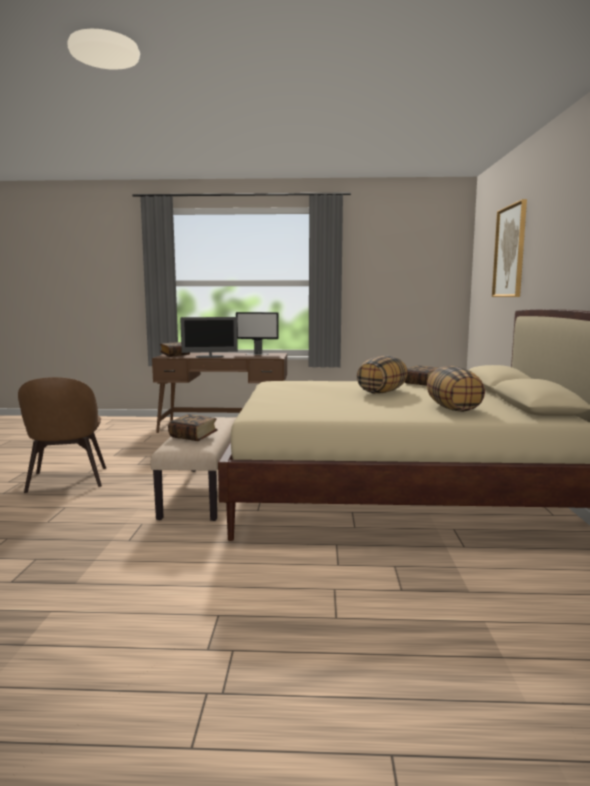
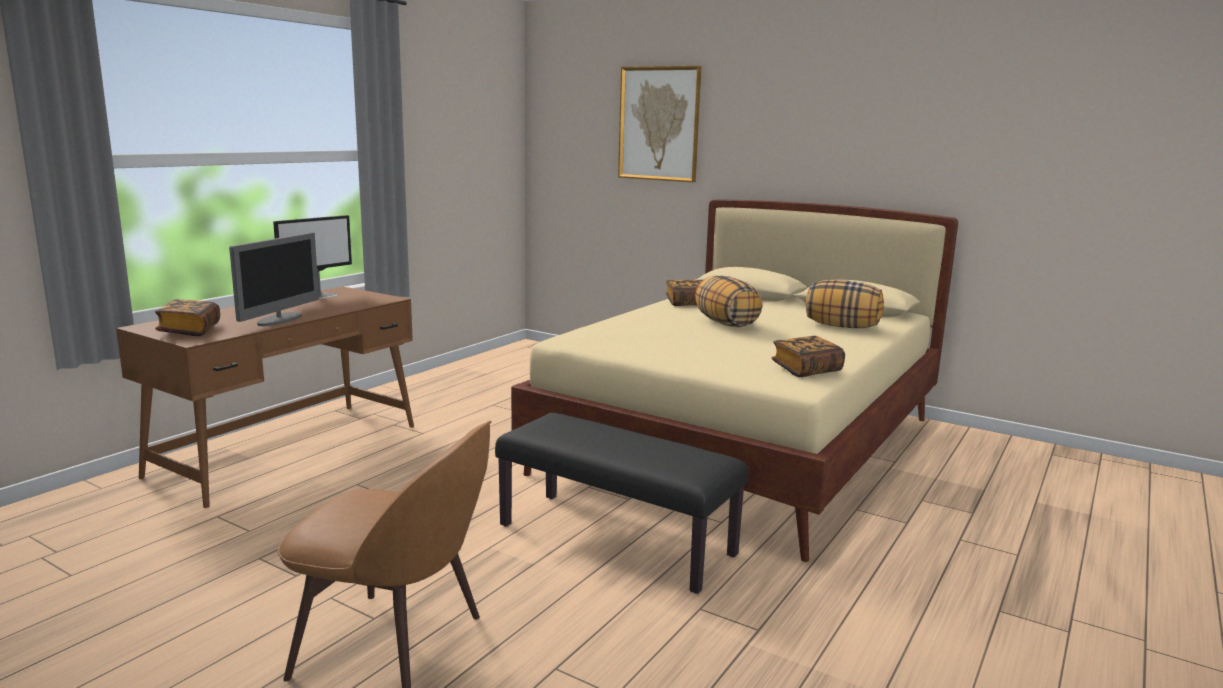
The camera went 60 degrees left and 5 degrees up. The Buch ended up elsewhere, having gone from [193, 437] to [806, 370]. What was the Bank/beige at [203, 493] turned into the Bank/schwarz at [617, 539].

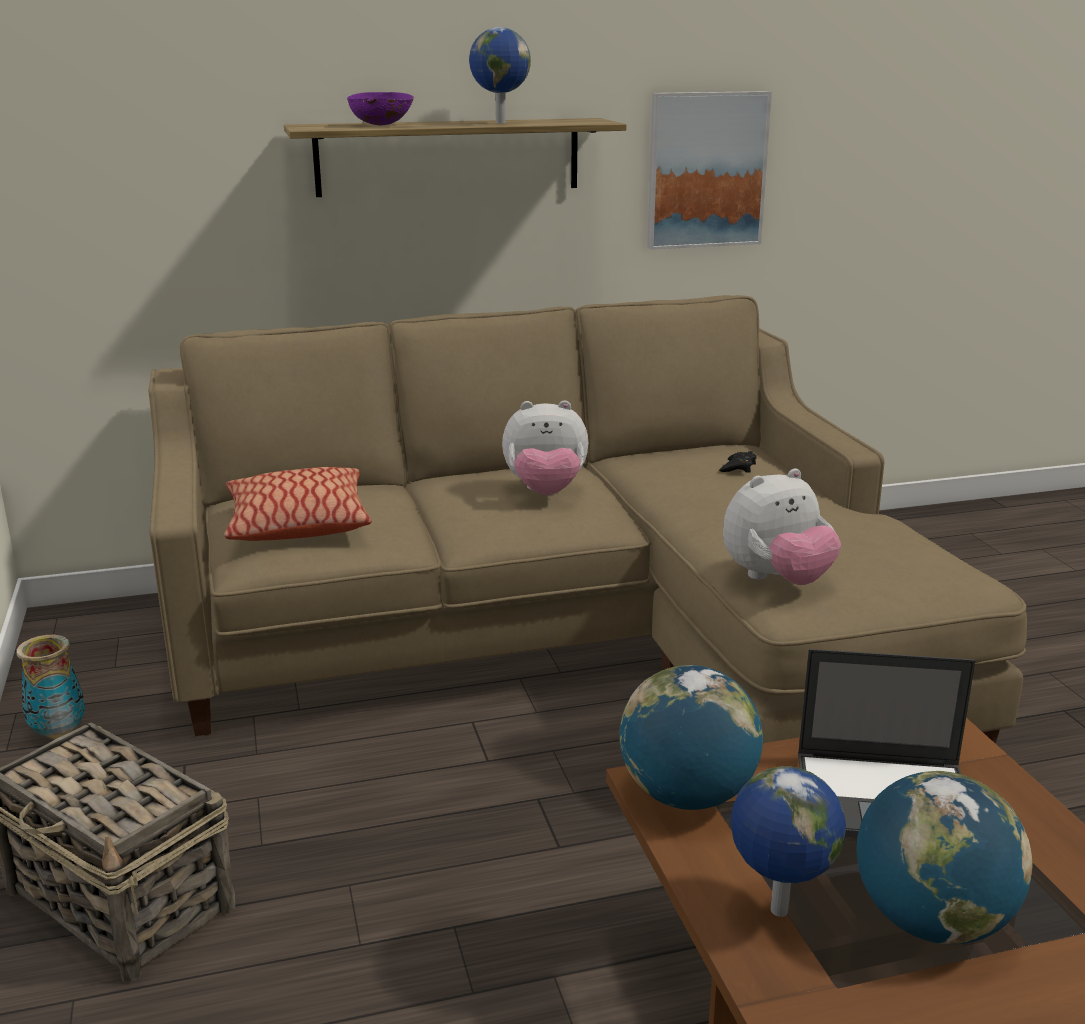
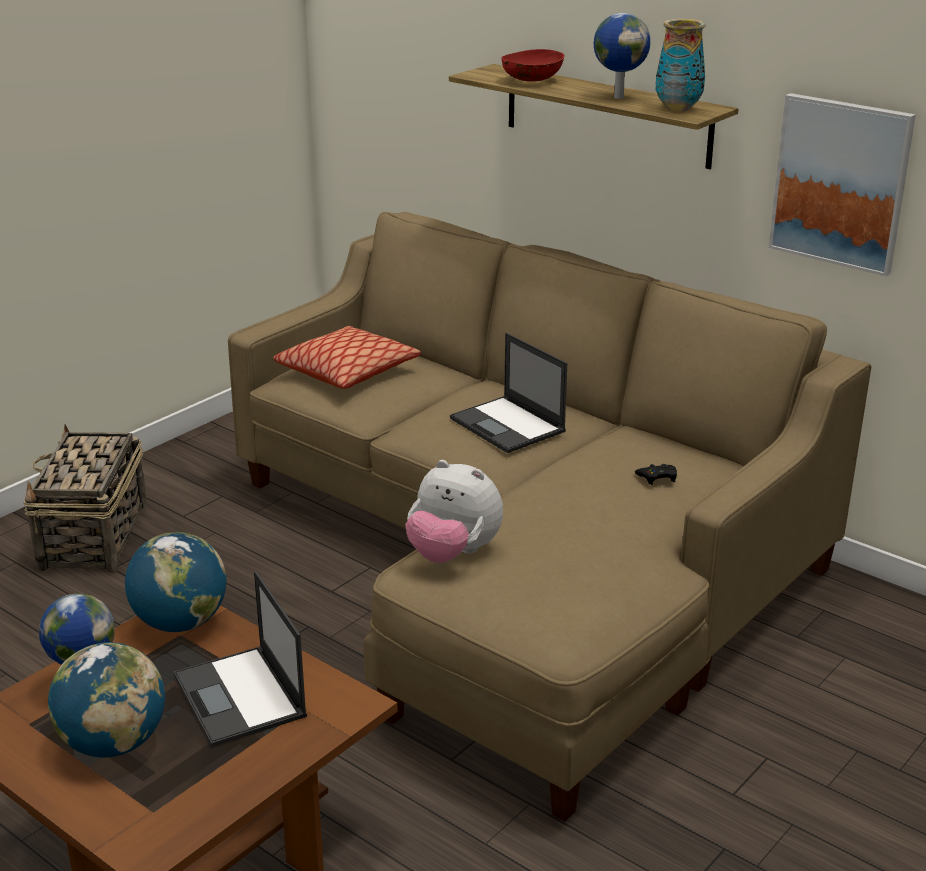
The camera went 55 degrees right and 5 degrees up. What was the Schüssel/lila at [382, 125] turned into the Schüssel/rot at [532, 81]. Where the Plüschtier stood at [545, 492], the Laptop came to stand at [508, 425]. The Vase ended up elsewhere, having gone from [58, 732] to [677, 109].

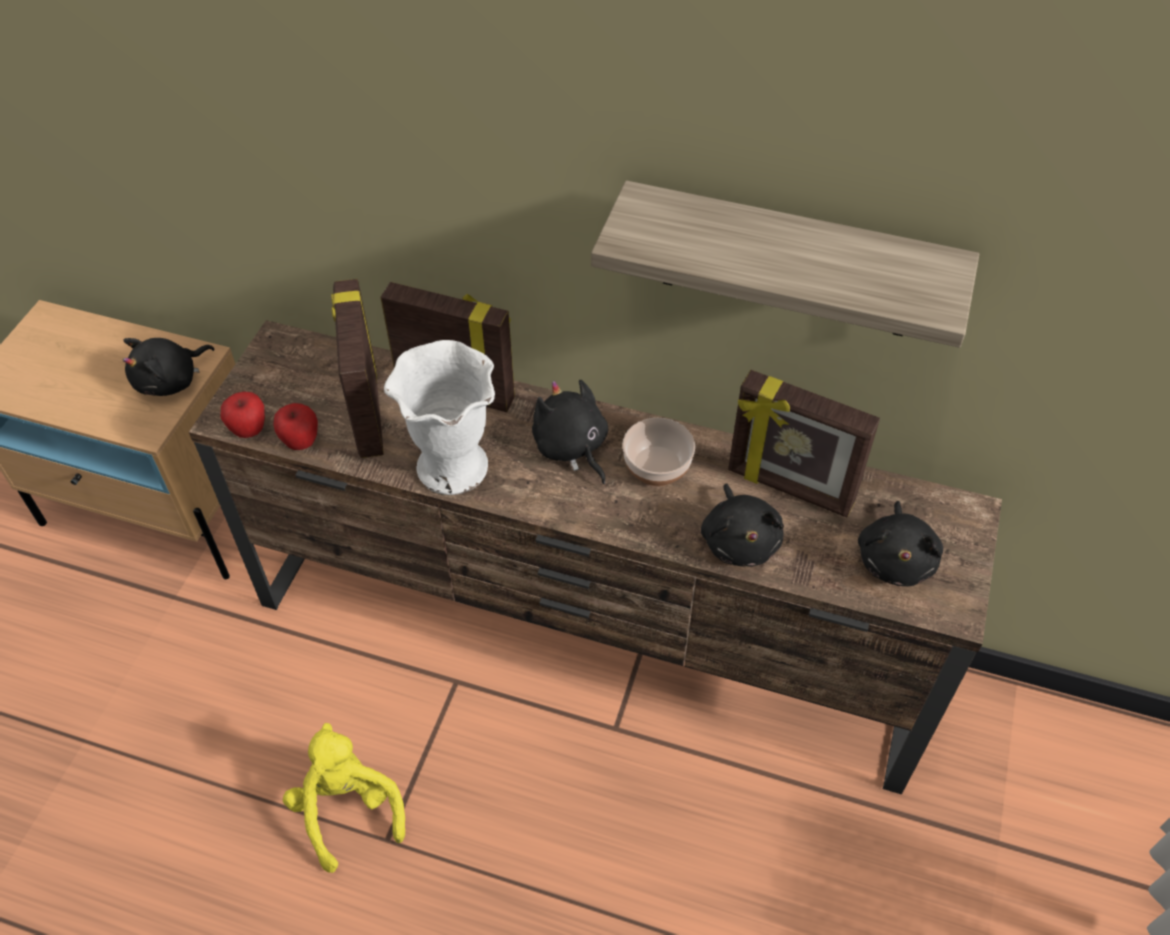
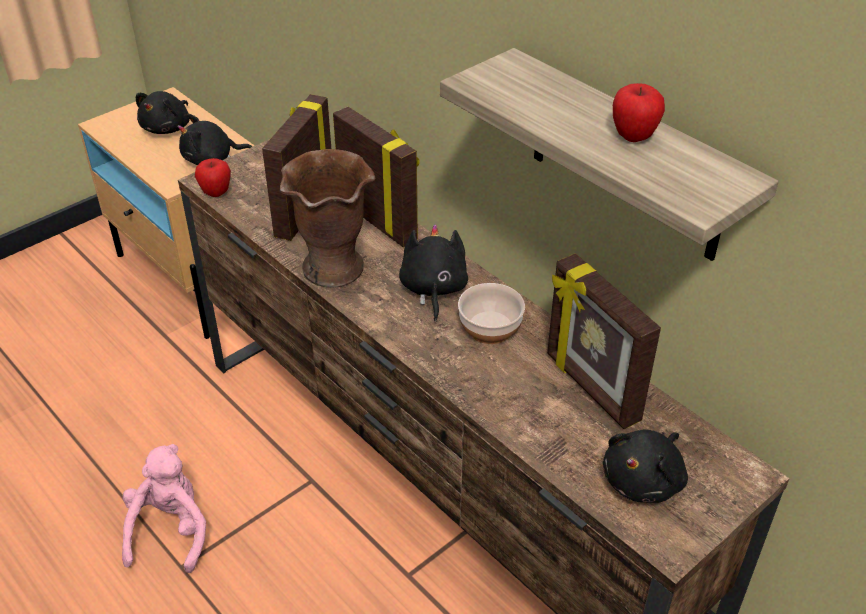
The camera went 30 degrees right and 10 degrees down. What was the Vase/weiß at [453, 468] turned into the Vase/braun at [333, 268]. The Apfel ended up elsewhere, having gone from [301, 442] to [634, 136]. The Plüschtier/schwarz ended up elsewhere, having gone from [740, 541] to [168, 128]. What was the Plüschtier/gelb at [347, 809] turned into the Plüschtier/rosa at [170, 531].

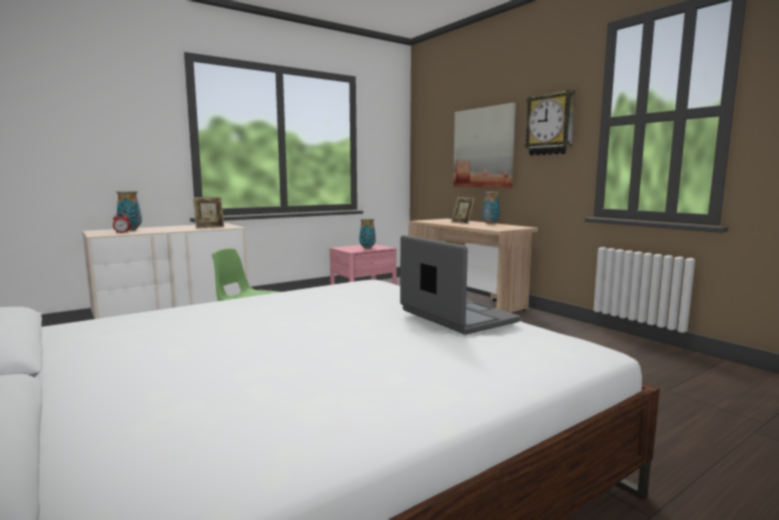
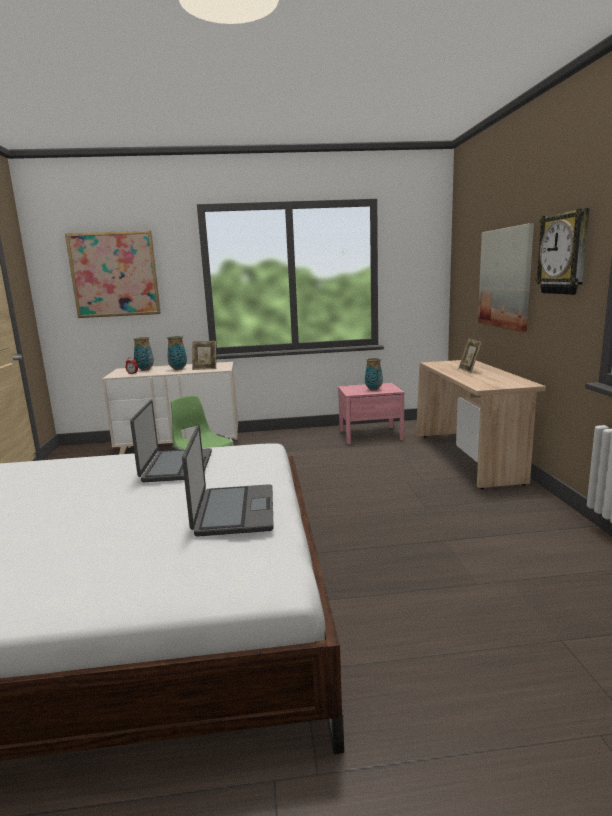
The camera went 30 degrees right and 5 degrees up. The Vase ended up elsewhere, having gone from [490, 223] to [178, 369]. The second view gained the Bild at [114, 274]. The second view gained the Laptop at [176, 466].

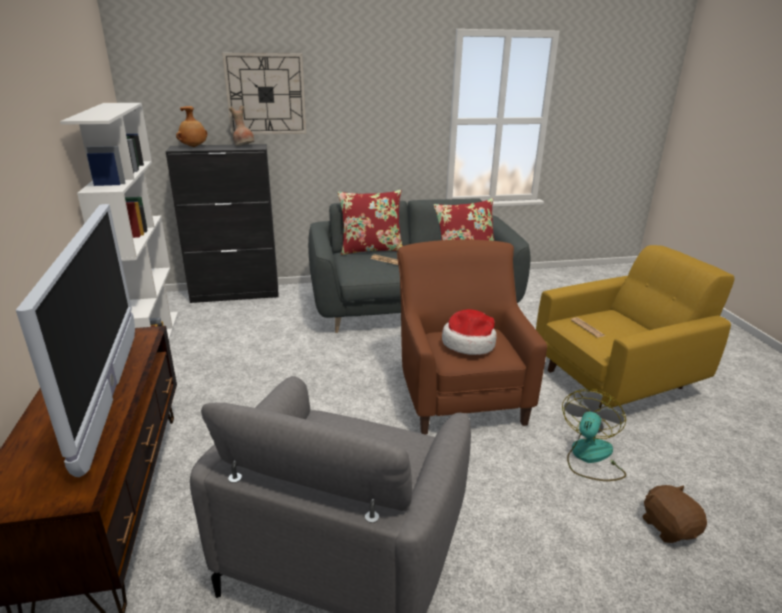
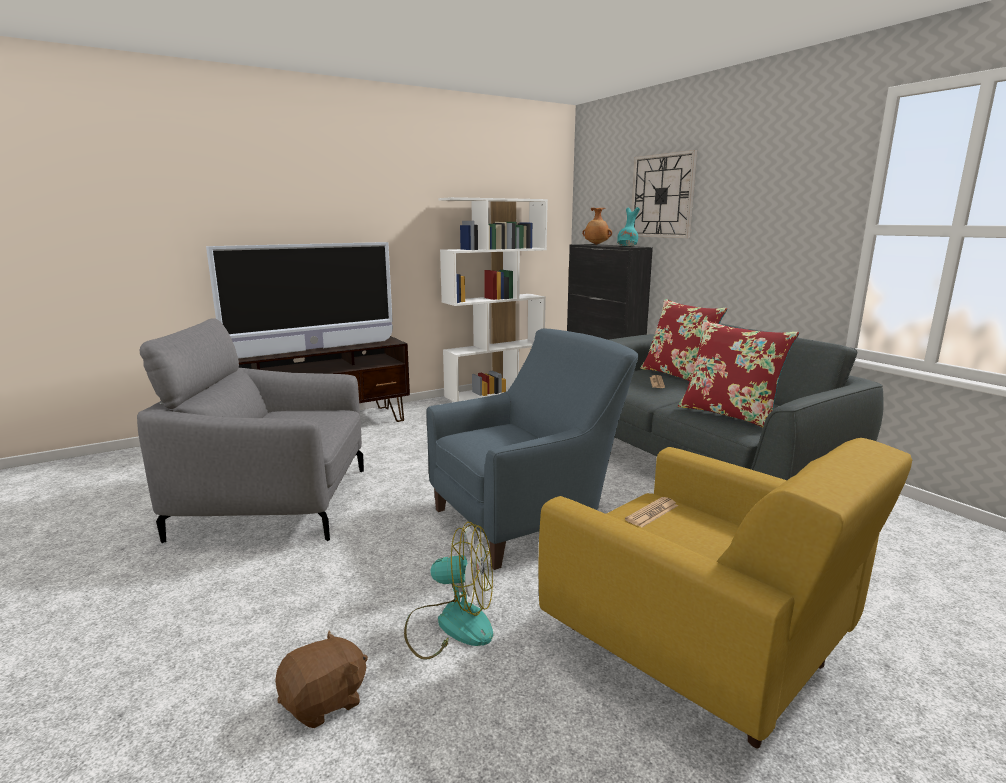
The camera went 70 degrees right and 10 degrees down. What was the Vase/braun at [244, 146] turned into the Vase/türkis at [628, 246]. What was the Sessel/braun at [458, 392] turned into the Sessel/blau at [530, 518]. The second view lost the Hut at [469, 343].

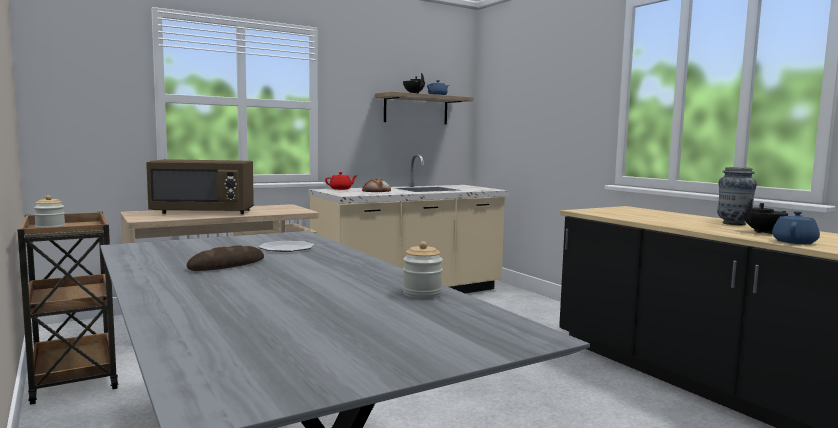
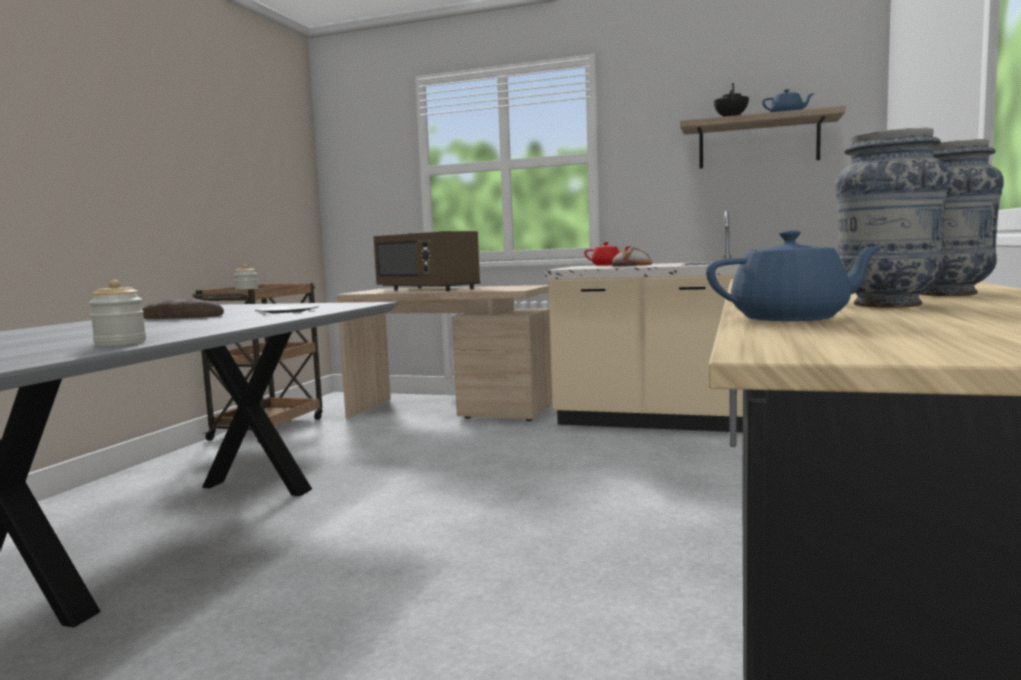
The camera went 50 degrees right and 0 degrees up. Where the Teekanne/schwarz stood at [764, 232], the Vase came to stand at [886, 305].

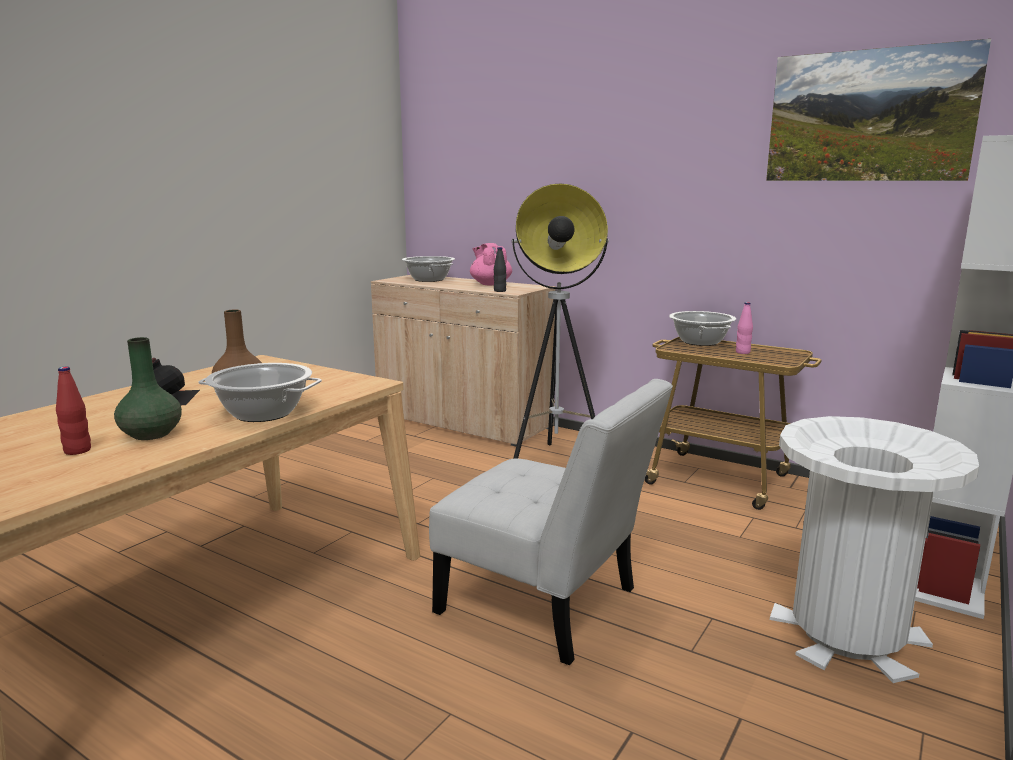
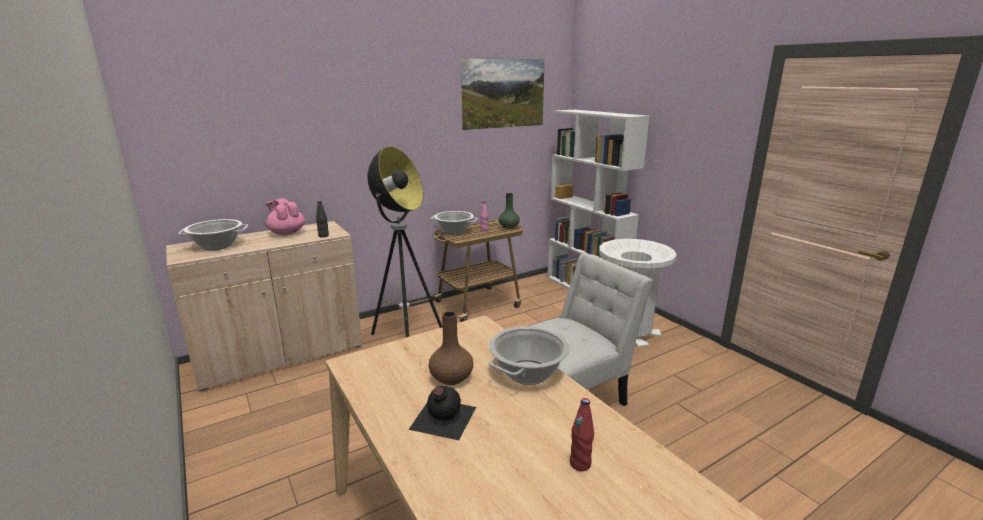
The camera went 65 degrees left and 5 degrees up. The Teekanne/rosa at [490, 284] ended up facing another way, 45 degrees clockwise from before. The Vase/grün ended up elsewhere, having gone from [151, 434] to [508, 227].

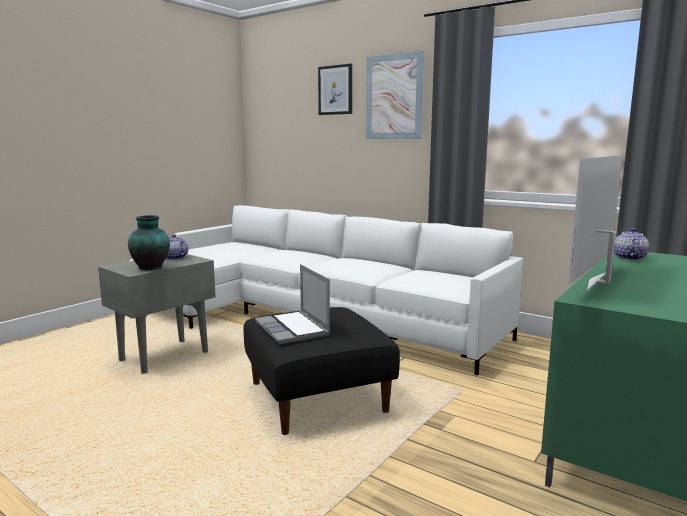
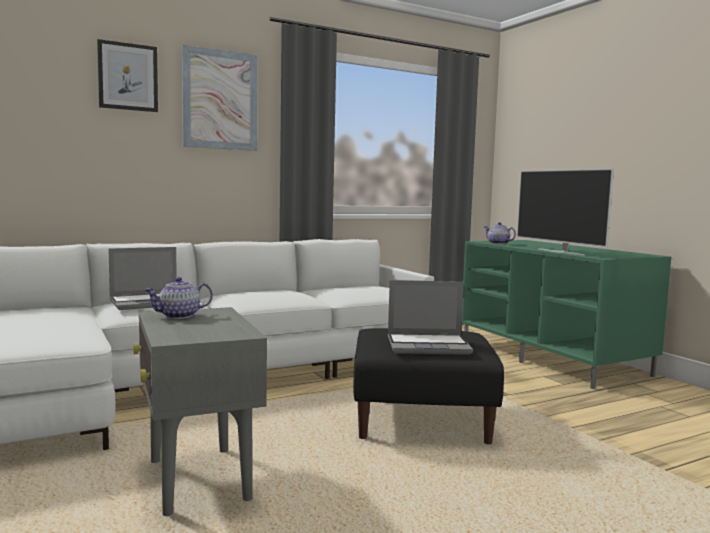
The camera went 65 degrees left and 5 degrees down. The second view lost the Vase at [151, 267]. The second view gained the Laptop at [149, 303].

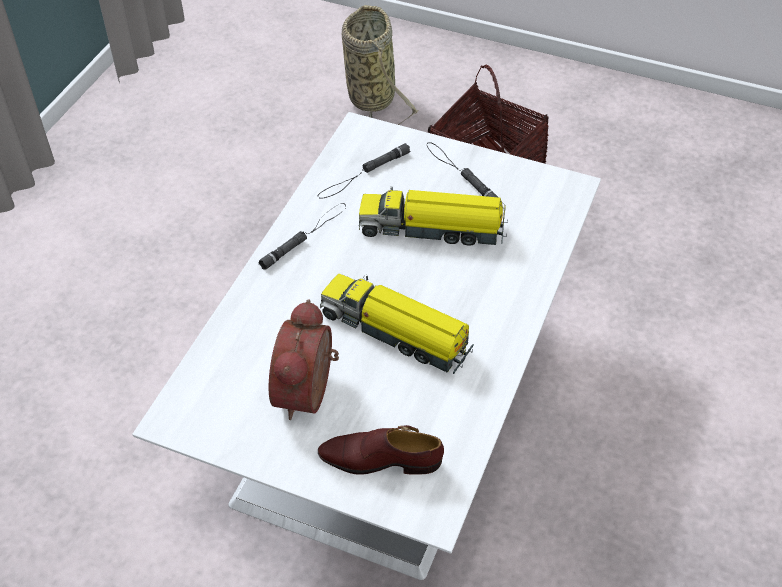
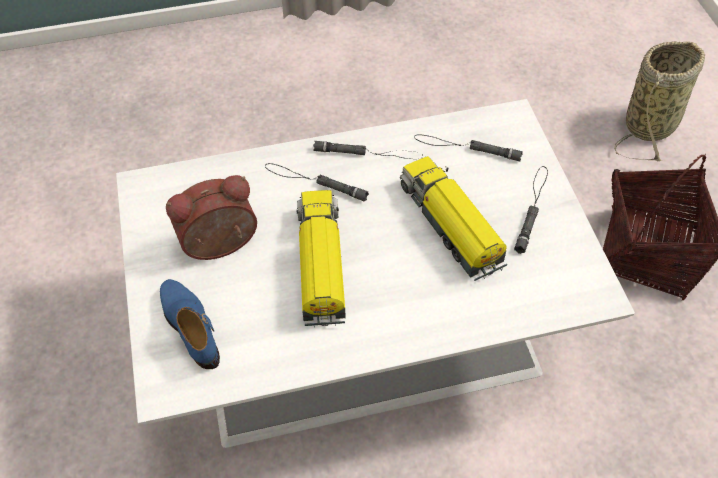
The camera went 55 degrees right and 5 degrees up. What was the Schuh/braun at [380, 459] turned into the Schuh/blau at [191, 326]. The second view gained the Taschenlampe/schwarz at [315, 182].

